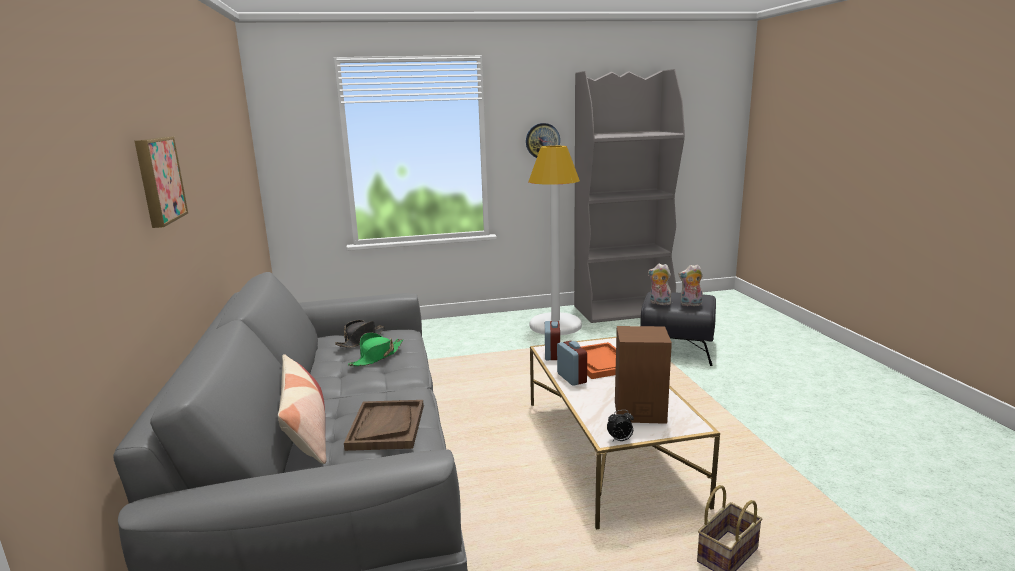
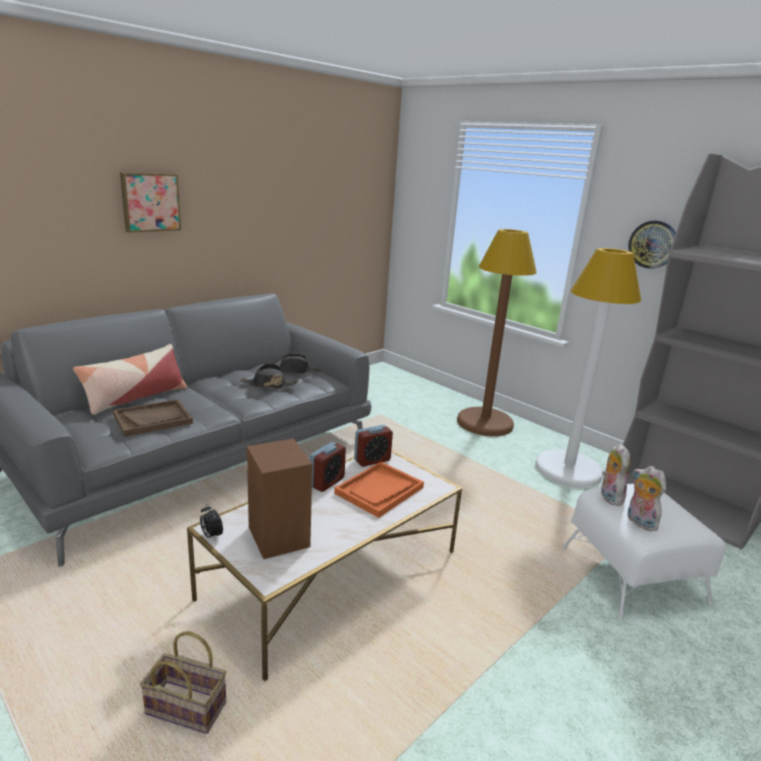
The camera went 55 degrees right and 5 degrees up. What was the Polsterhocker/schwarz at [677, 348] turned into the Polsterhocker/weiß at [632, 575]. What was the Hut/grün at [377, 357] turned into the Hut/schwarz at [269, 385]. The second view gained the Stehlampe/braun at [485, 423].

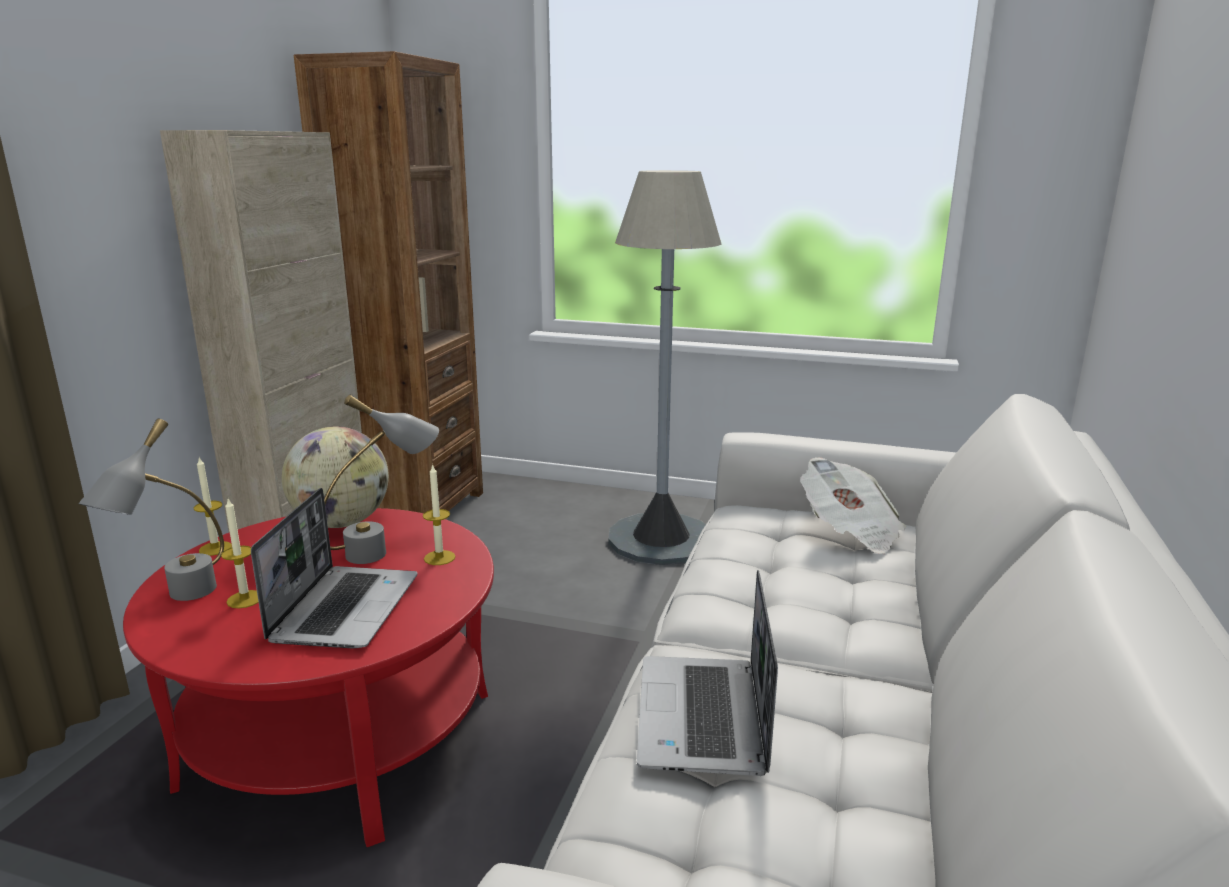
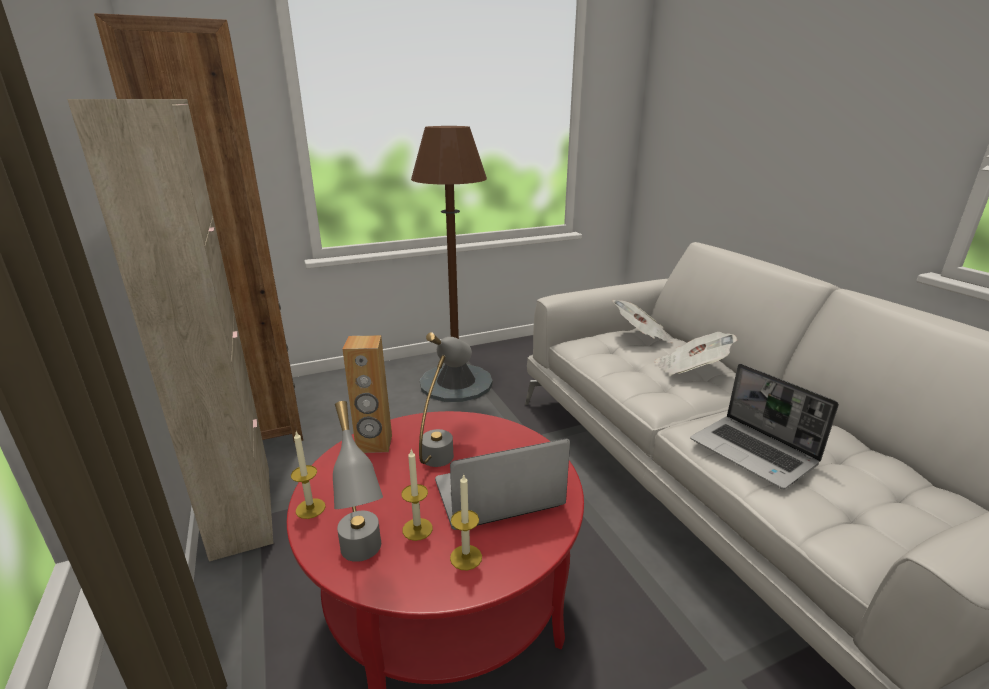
The camera went 40 degrees left and 5 degrees up. What was the Stehlampe/grau at [661, 539] turned into the Stehlampe/braun at [456, 383]. Where the Globus stood at [342, 523], the Lautsprecher/braun came to stand at [374, 444]. The Kerze ended up elsewhere, having gone from [439, 558] to [466, 557]. The Laptop at [345, 608] ended up facing another way, 75 degrees counterclockwise from before. The second view gained the Zeitung at [690, 370].

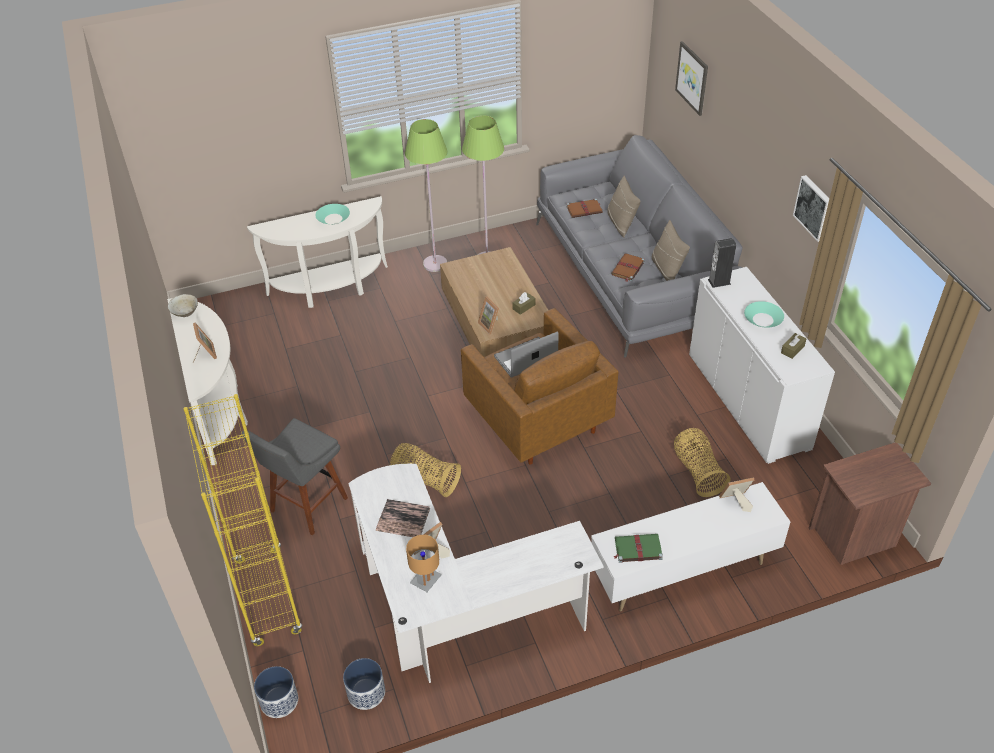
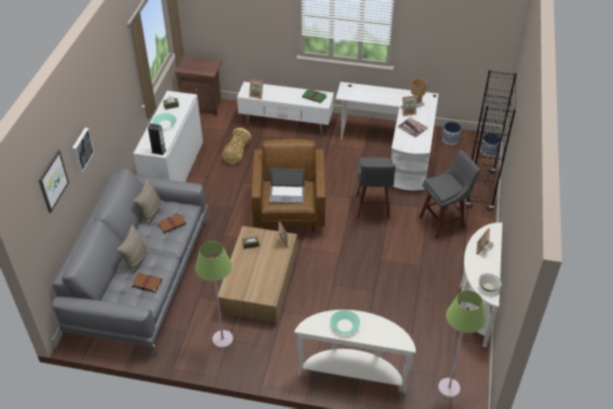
The camera went 150 degrees left and 0 degrees up. The Stehlampe/grün ended up elsewhere, having gone from [435, 264] to [449, 388]. The Bild ended up elsewhere, having gone from [814, 207] to [81, 149]. What was the Bücherregal/gelb at [267, 596] turned into the Bücherregal/schwarz at [480, 190]. Where the Korb stood at [425, 479], the Hocker/grau came to stand at [372, 208].

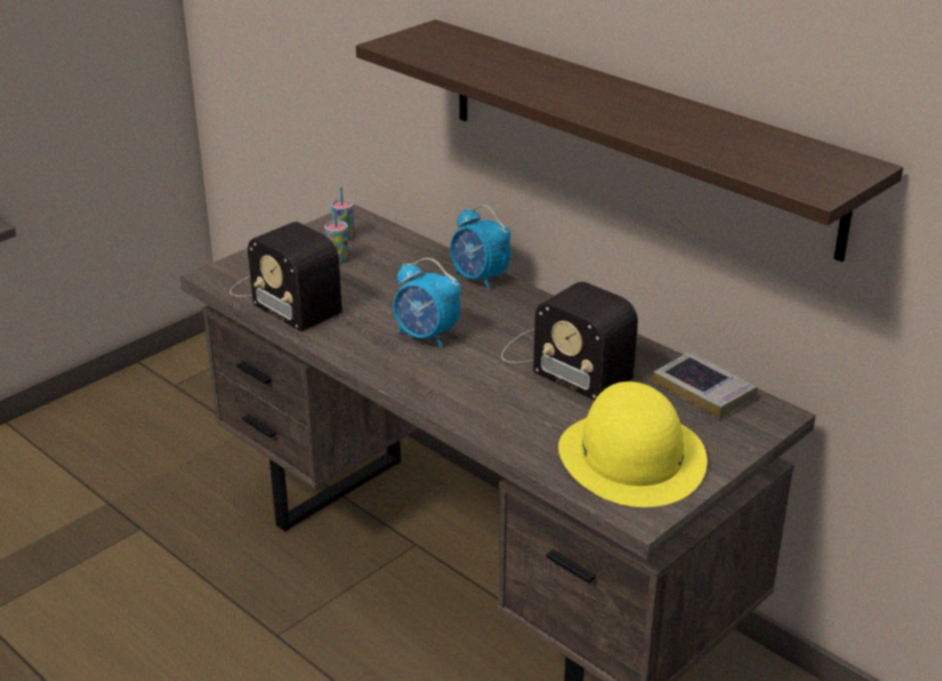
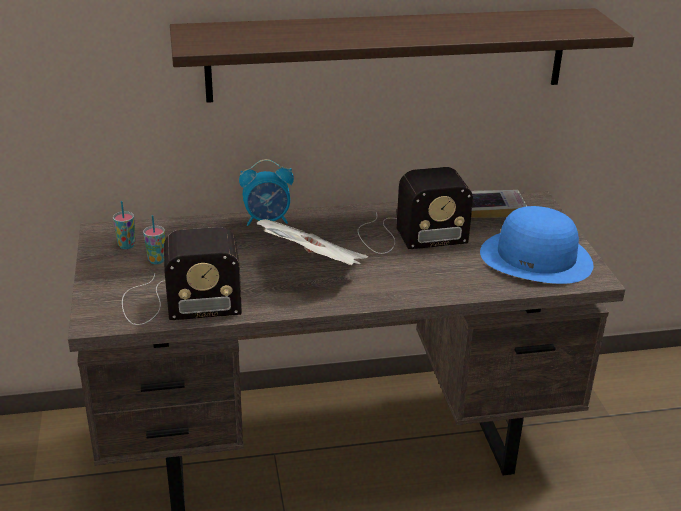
The camera went 55 degrees left and 0 degrees up. Where the Wecker stood at [426, 336], the Zeitung came to stand at [315, 268]. What was the Hut/gelb at [632, 457] turned into the Hut/blau at [536, 257].

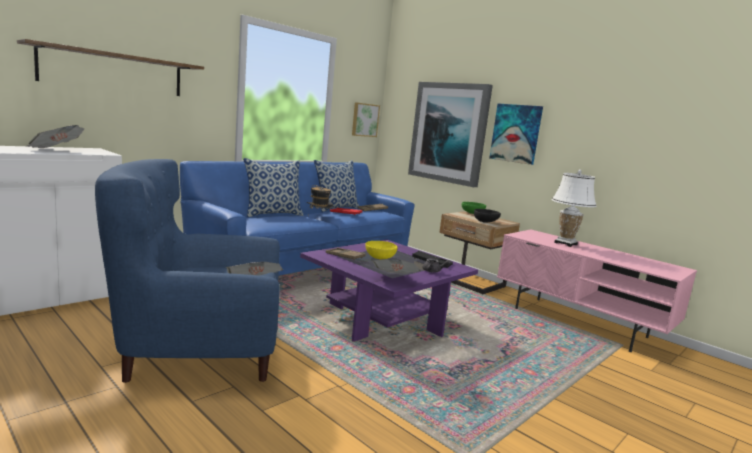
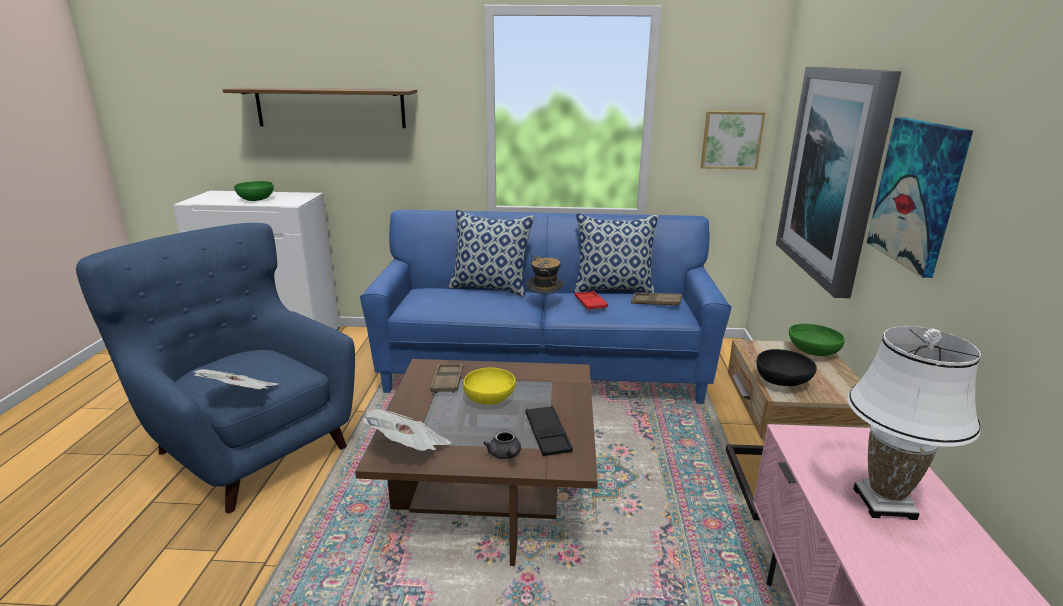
The camera went 50 degrees right and 10 degrees up. Where the Zeitung stood at [56, 151], the Schüssel/grün came to stand at [256, 199]. What was the Couchtisch/lila at [383, 320] turned into the Couchtisch/braun at [491, 492].

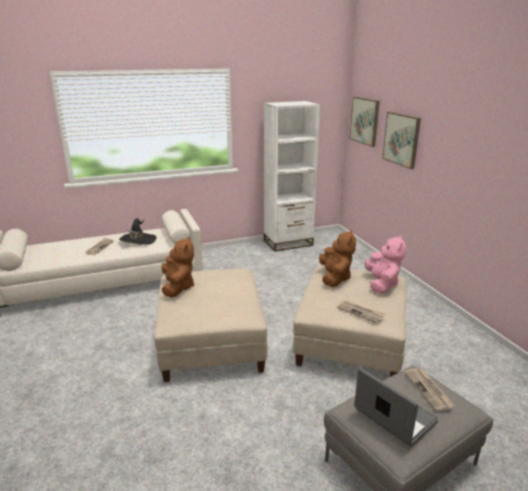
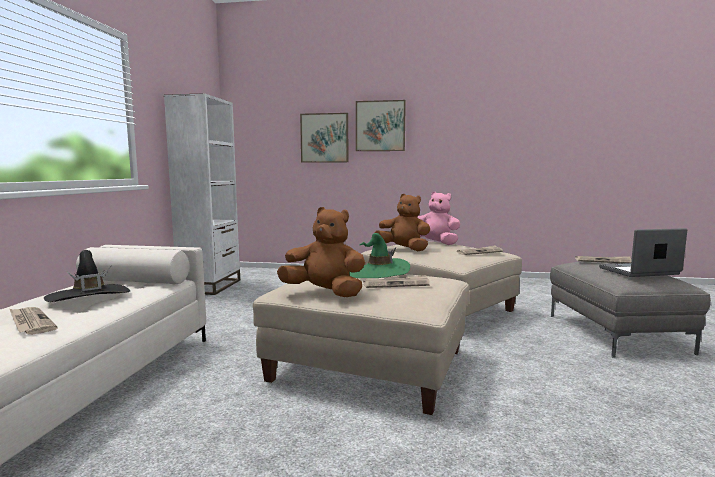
The camera went 60 degrees left and 15 degrees down. The Bild ended up elsewhere, having gone from [365, 121] to [380, 126]. The second view gained the Hut/grün at [378, 273]. The second view gained the Zeitung at [396, 284].

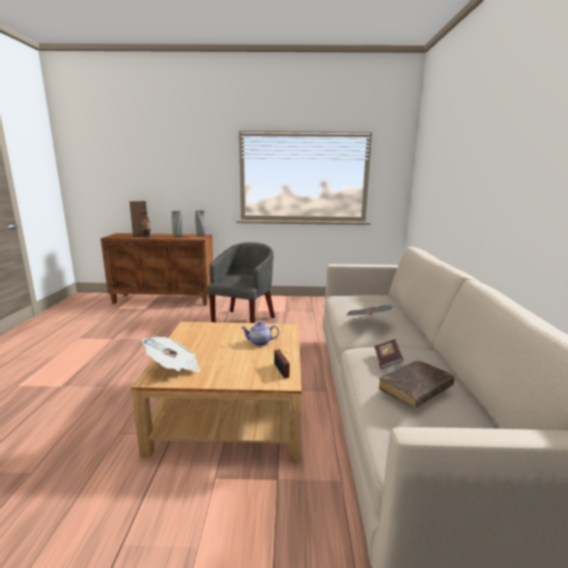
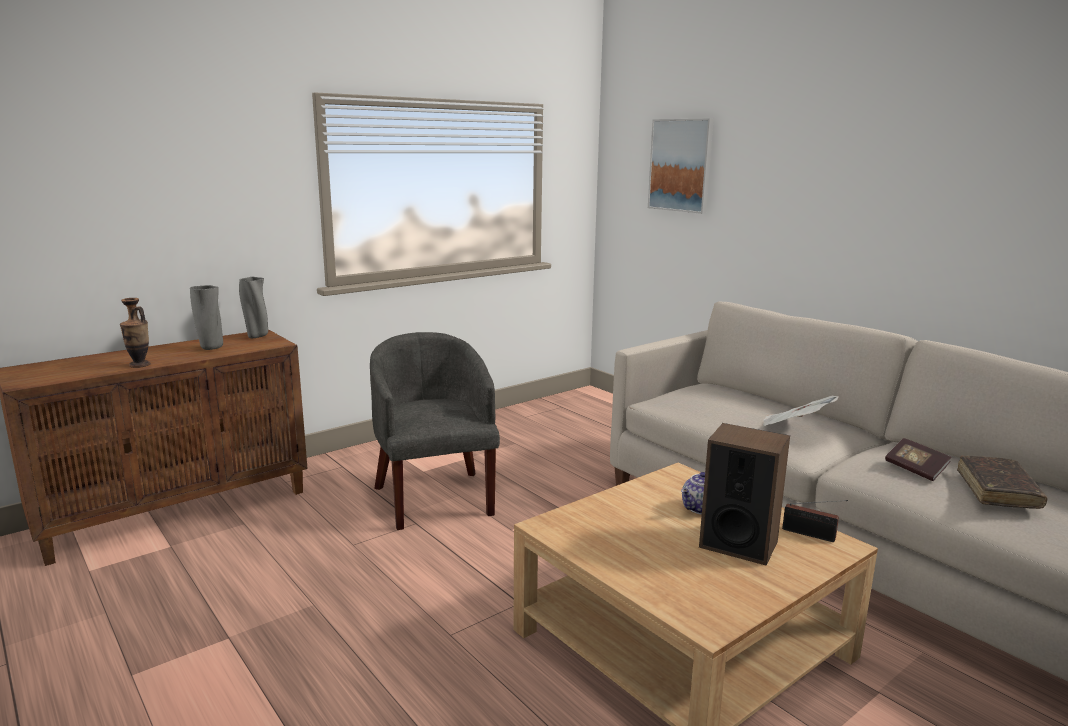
The camera went 40 degrees left and 0 degrees up. The Lautsprecher ended up elsewhere, having gone from [141, 235] to [738, 544]. The second view lost the Zeitung at [174, 367]. The second view gained the Bild at [680, 165].

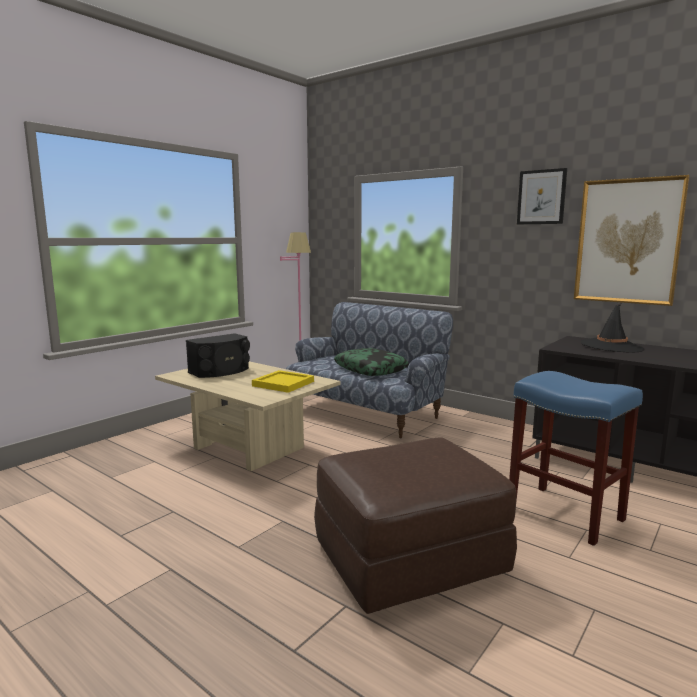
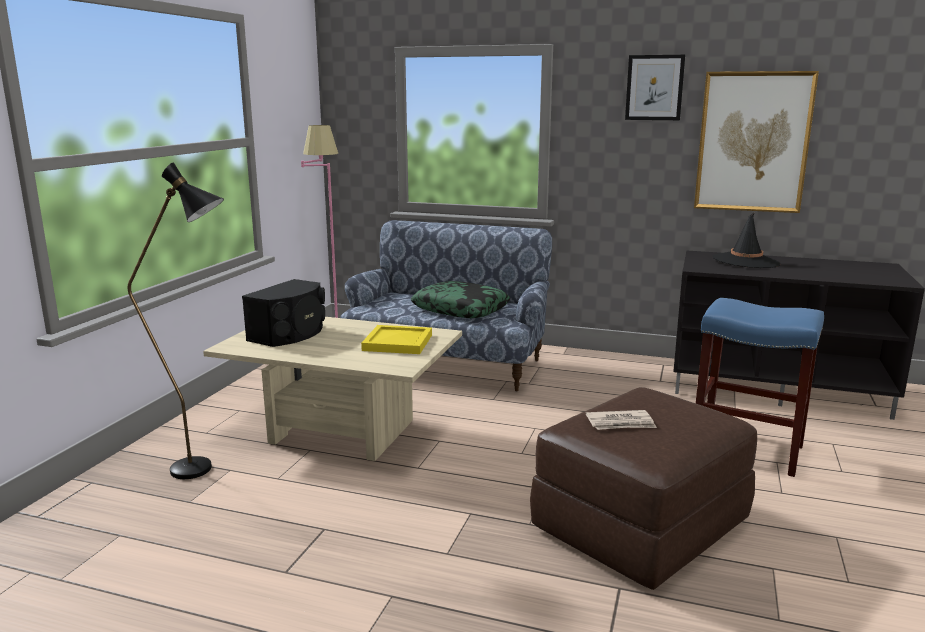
The camera went 20 degrees left and 5 degrees up. The second view gained the Stehlampe/schwarz at [205, 470]. The second view gained the Zeitung at [621, 423].

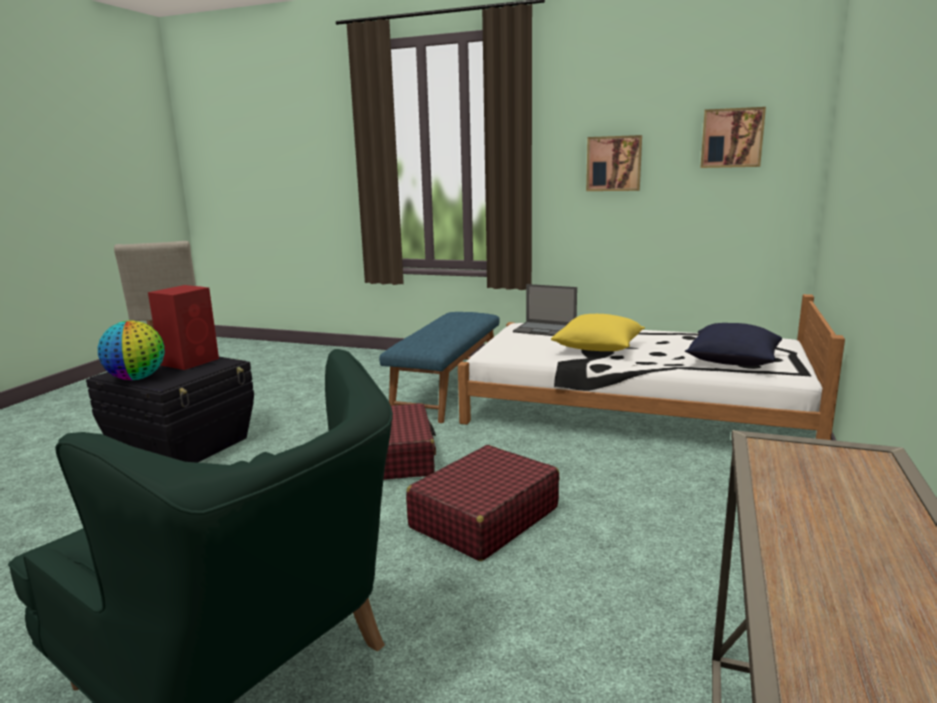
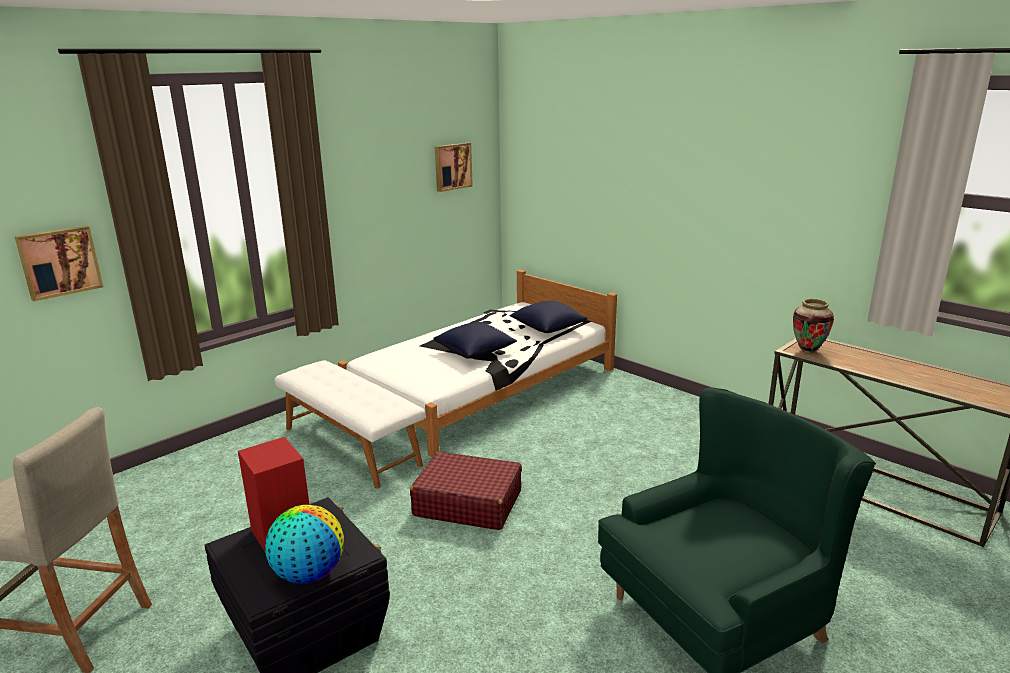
The camera went 65 degrees left and 5 degrees up. The Bild ended up elsewhere, having gone from [614, 163] to [59, 262]. The second view lost the Laptop at [545, 329]. What was the Bank/blau at [448, 390] turned into the Bank/weiß at [352, 446]. What was the Kissen/gelb at [599, 349] turned into the Kissen/blau at [475, 352]. The second view lost the Koffer/rot at [484, 518]. The second view gained the Vase at [808, 351].

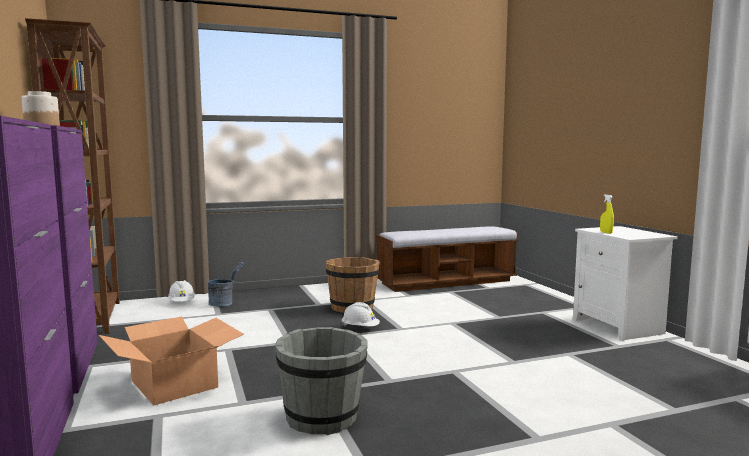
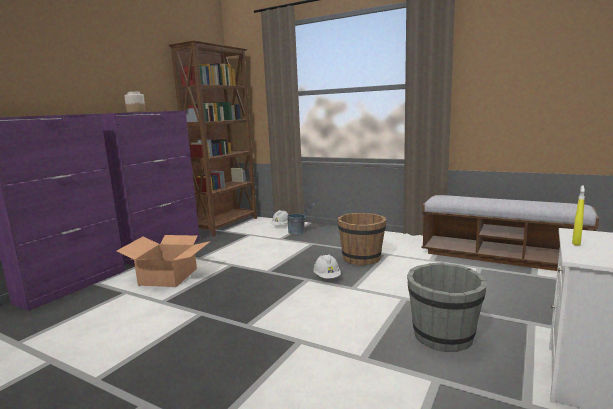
The camera went 50 degrees right and 5 degrees up. The Eimer/grau ended up elsewhere, having gone from [323, 418] to [443, 337].

